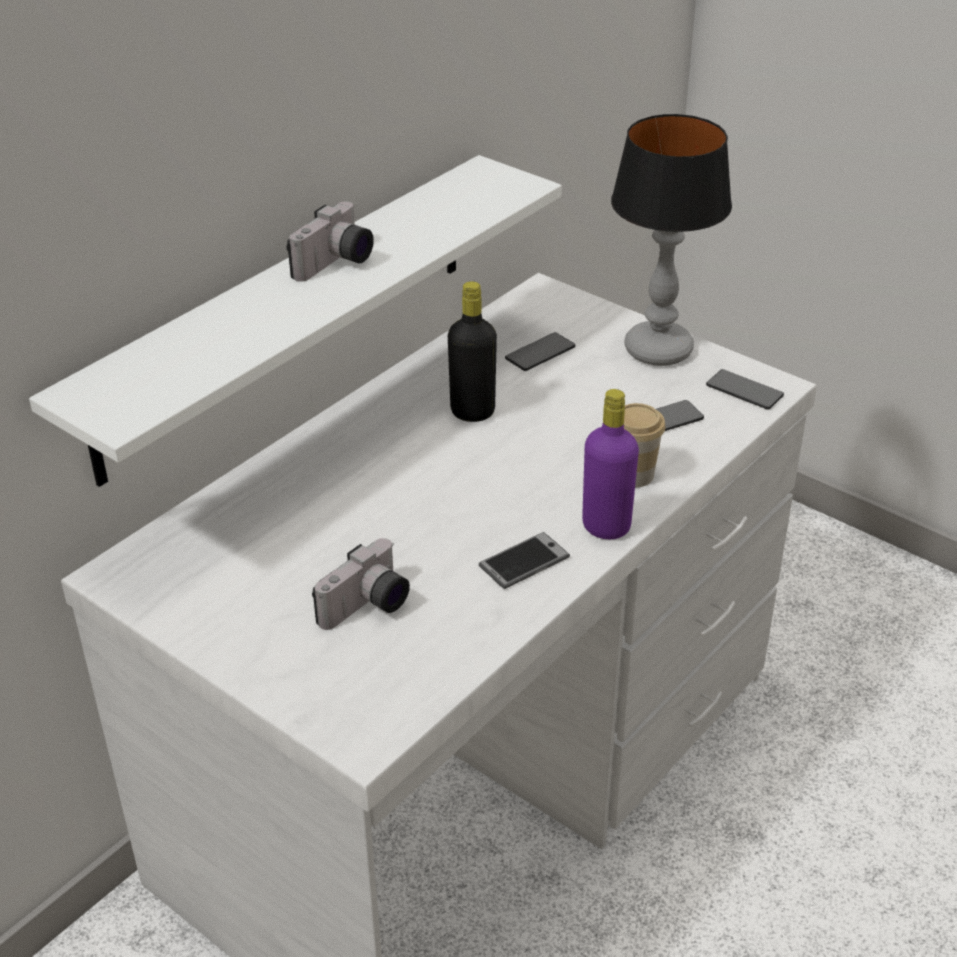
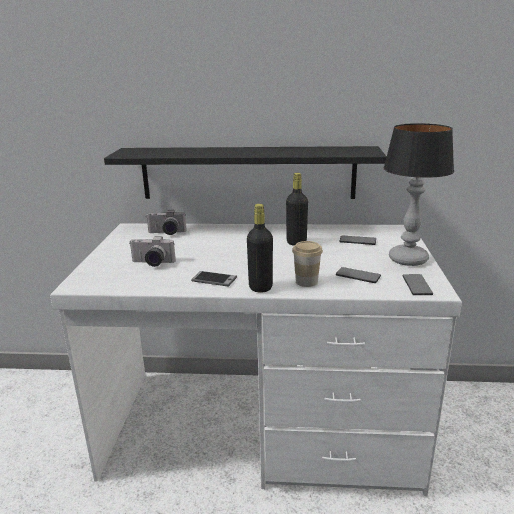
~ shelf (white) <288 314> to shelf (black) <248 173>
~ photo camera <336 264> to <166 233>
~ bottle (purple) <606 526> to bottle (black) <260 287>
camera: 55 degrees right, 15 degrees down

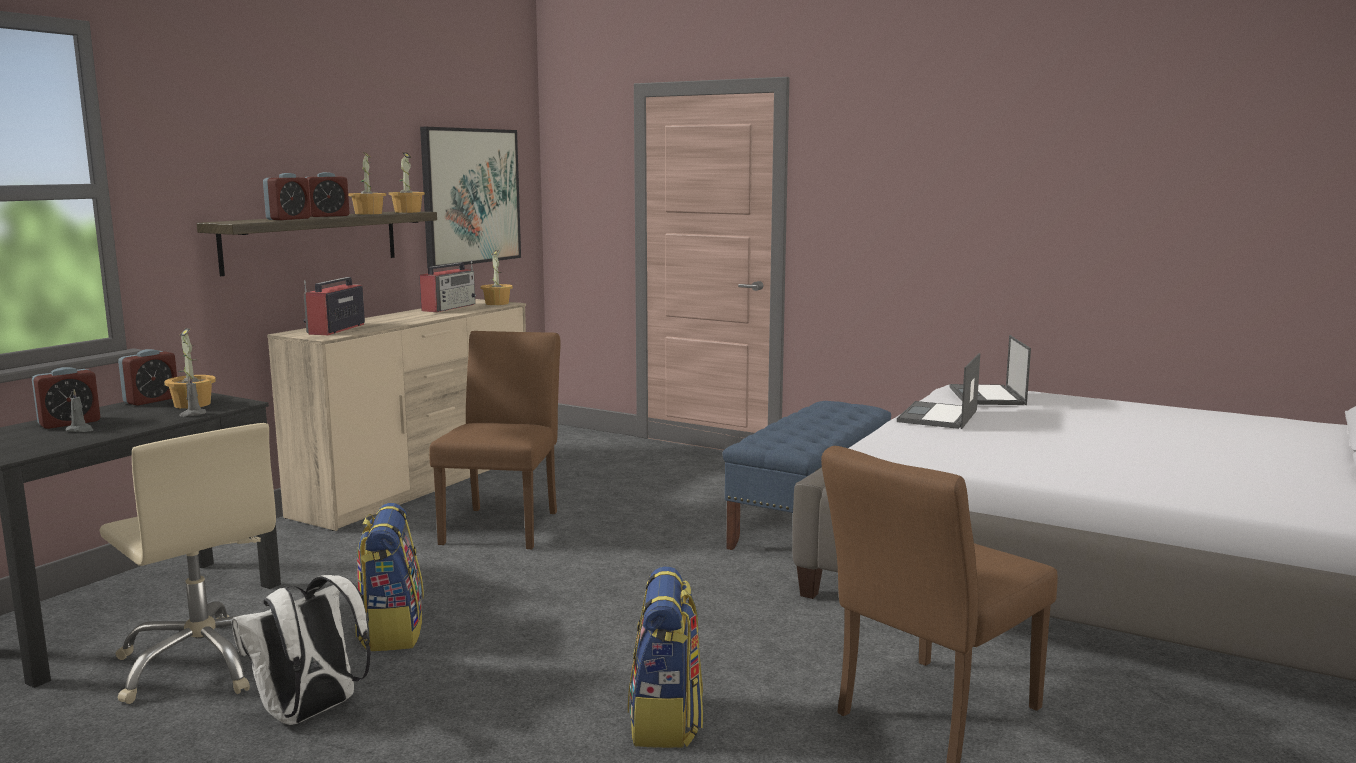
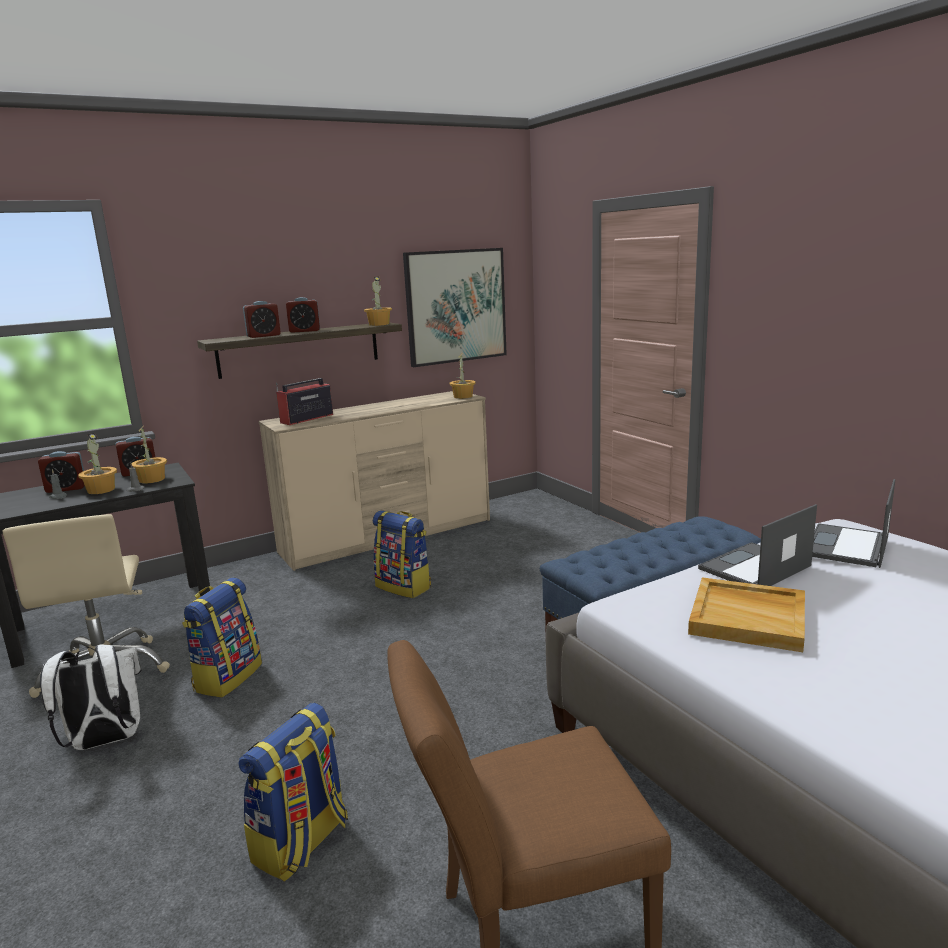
~ potted plant <368 213> to <101 490>
- radio <449 307>
~ chair (brown) <504 524> to backpack <404 587>
+ tray (beige) <749 617>
camera: 30 degrees right, 5 degrees up

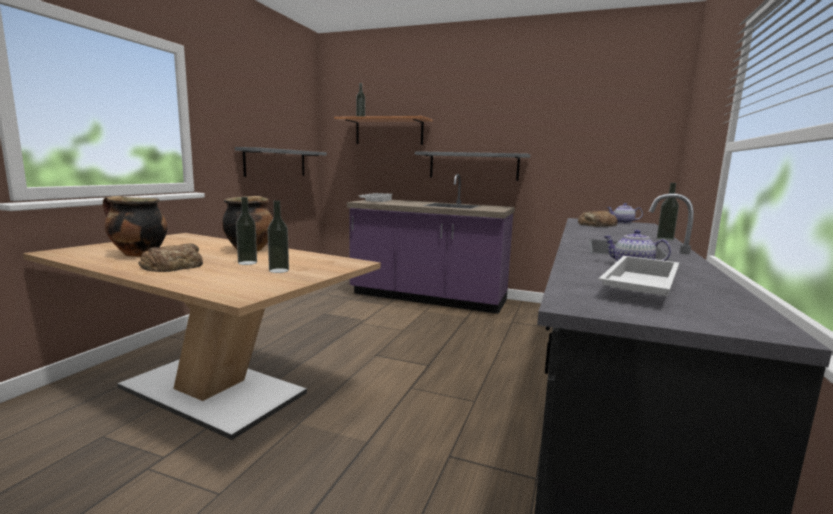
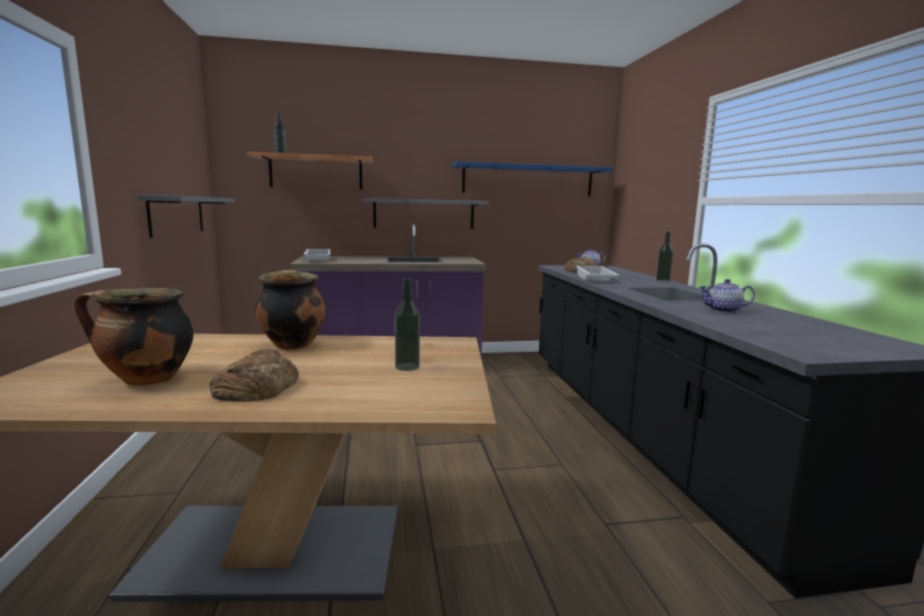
- bottle <247 263>
~ tray (white) <638 287> to <594 279>
+ shelf (blue) <528 180>
camera: 30 degrees left, 0 degrees up

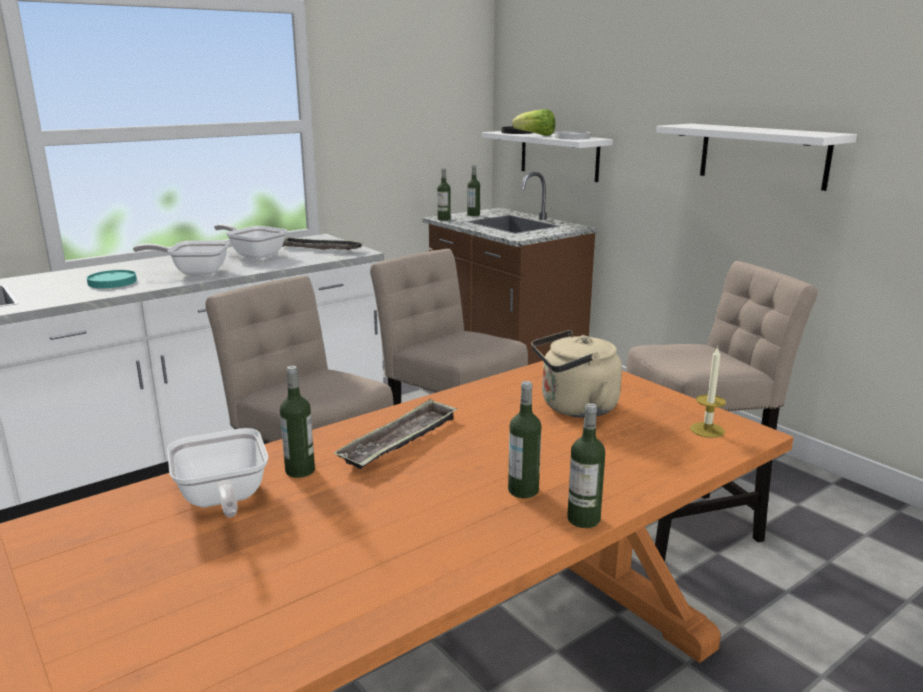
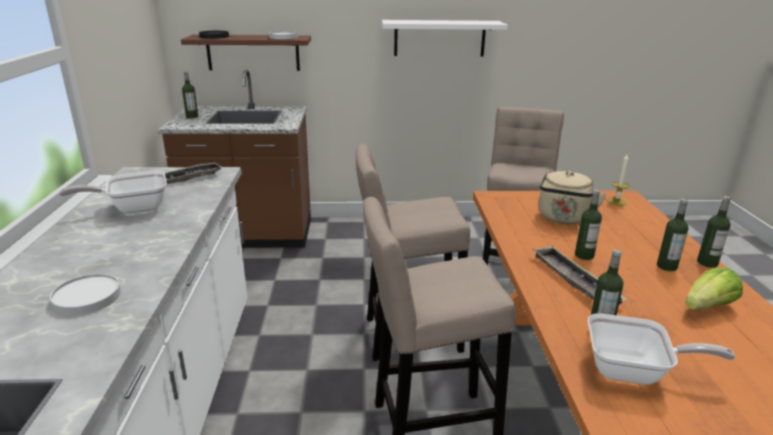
~ lettuce <535 135> to <708 307>
~ shelf (white) <559 155> to shelf (brown) <253 52>
~ bottle <444 219> to <584 255>
- frying pan <195 272>
~ plate (turquoise) <112 282> to plate (white) <88 297>
camera: 55 degrees left, 5 degrees up

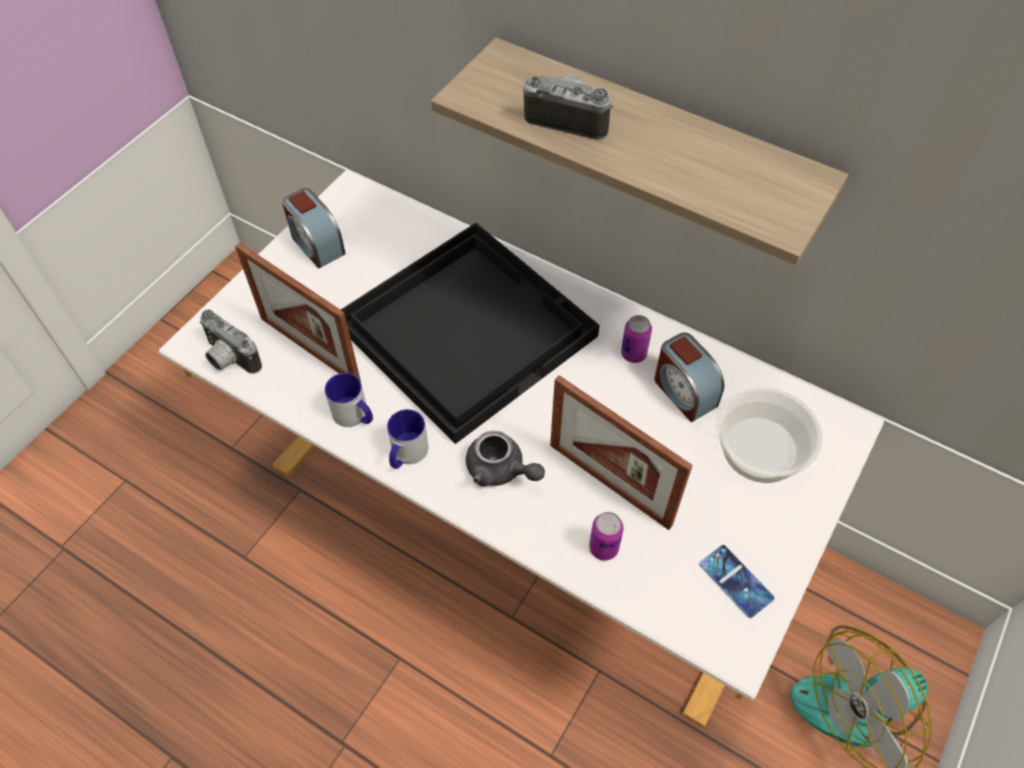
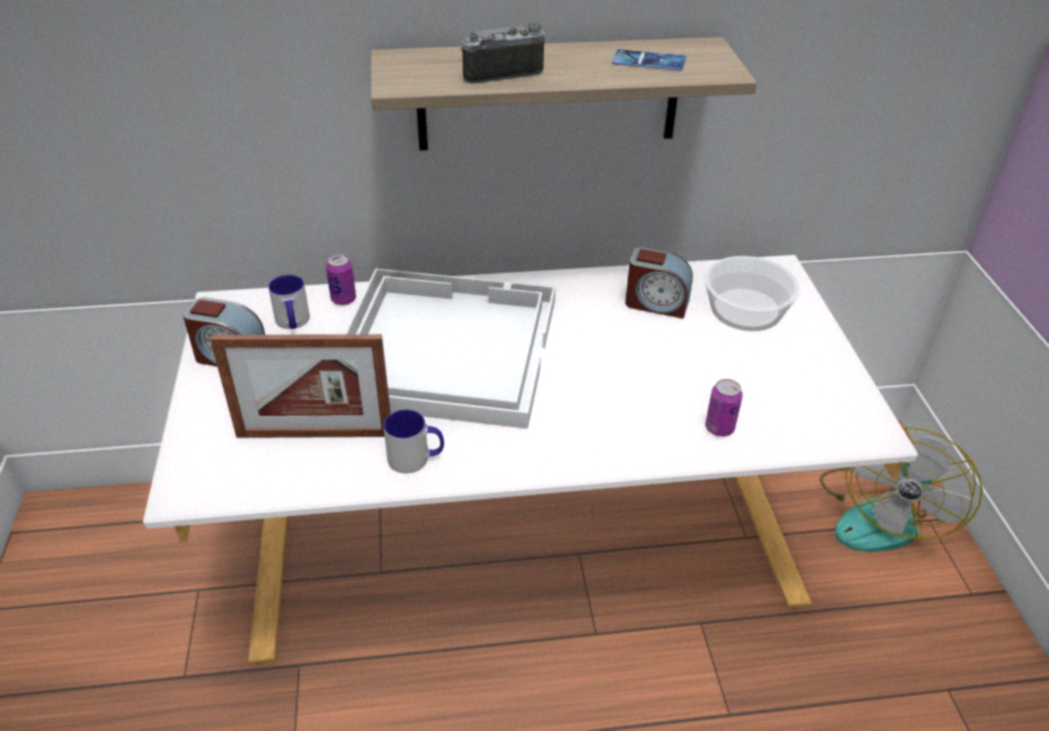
~ tray (black) <467 328> to tray (white) <444 347>
- photo camera <228 359>
~ can <633 354> to <343 299>
- picture frame <609 484>
~ mug <406 454> to <293 322>
- teapot (grey) <501 470>
~ phone <736 581> to <649 61>
camera: 40 degrees left, 15 degrees down

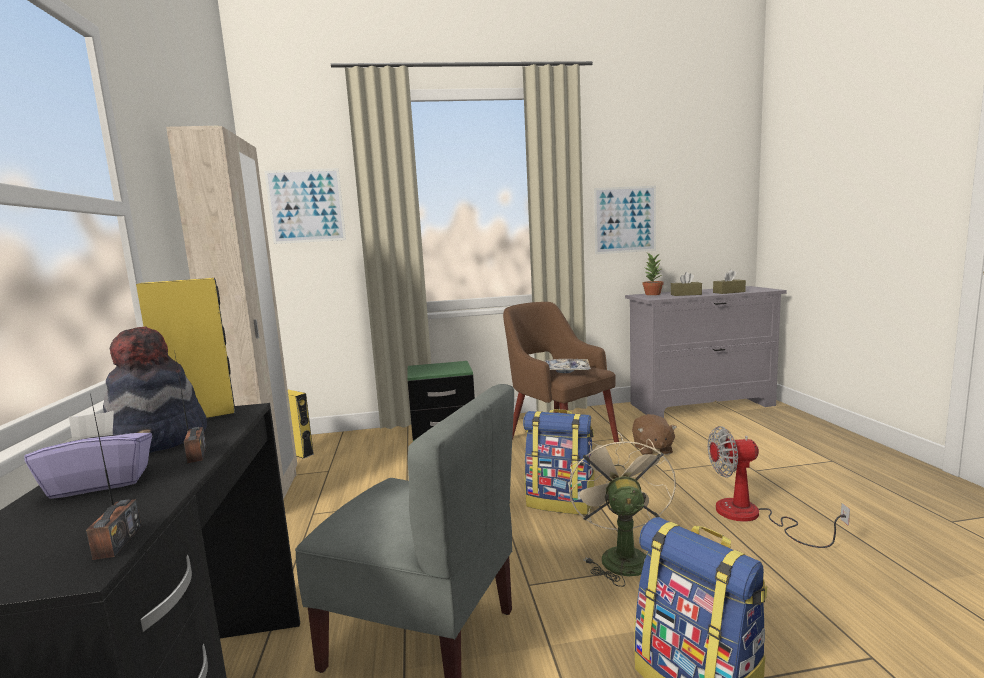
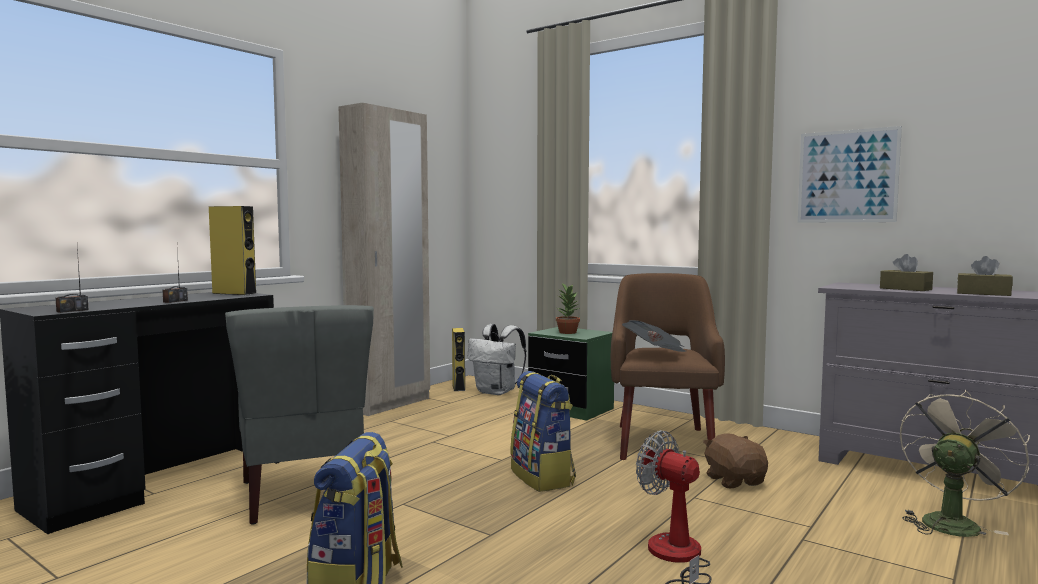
- picture <306 206>
~ potted plant <652 294> to <567 332>
- hat <160 441>
~ tray <566 370> to newspaper <656 354>
- tissue box (purple) <101 483>
~ plush toy (brown) <652 449> = <735 480> 120 degrees clockwise
~ fan (beige) <620 555> to <951 522>
+ backpack (white) <497 392>
camera: 45 degrees right, 5 degrees down

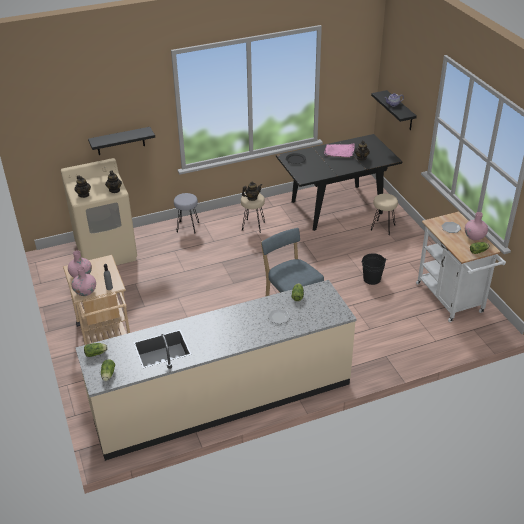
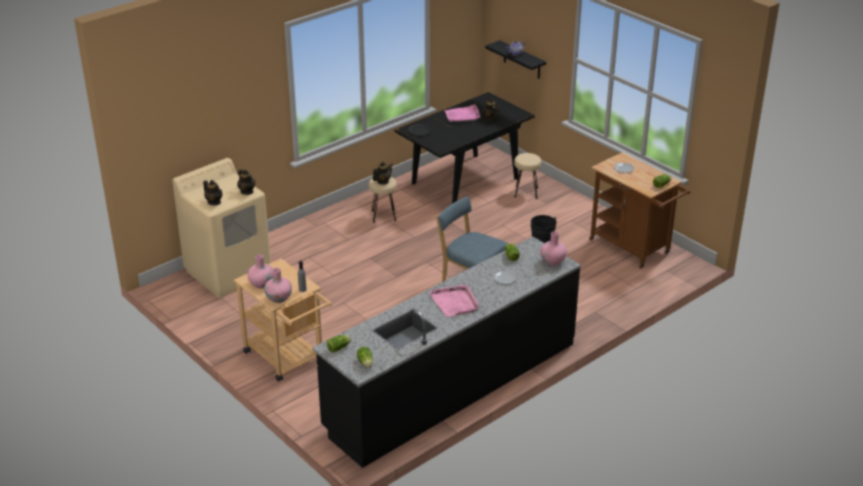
- shelf (black) <120 141>
- stool (grey) <188 227>
~ cart (white) <452 300> to cart (brown) <633 248>
~ vase (pink) <474 236> to <552 261>
~ counter (beige) <222 399> to counter (black) <452 385>
+ tray (pink) <455 302>
camera: 20 degrees left, 5 degrees down

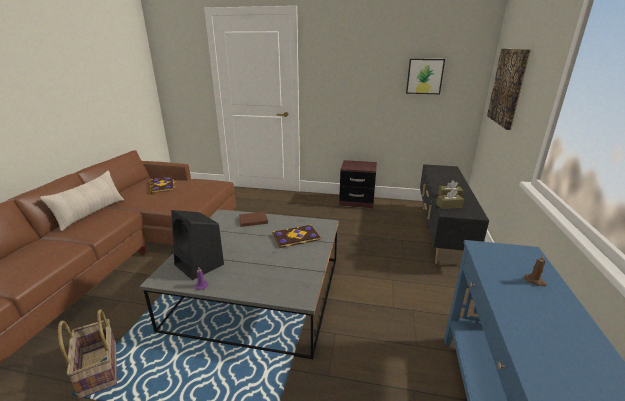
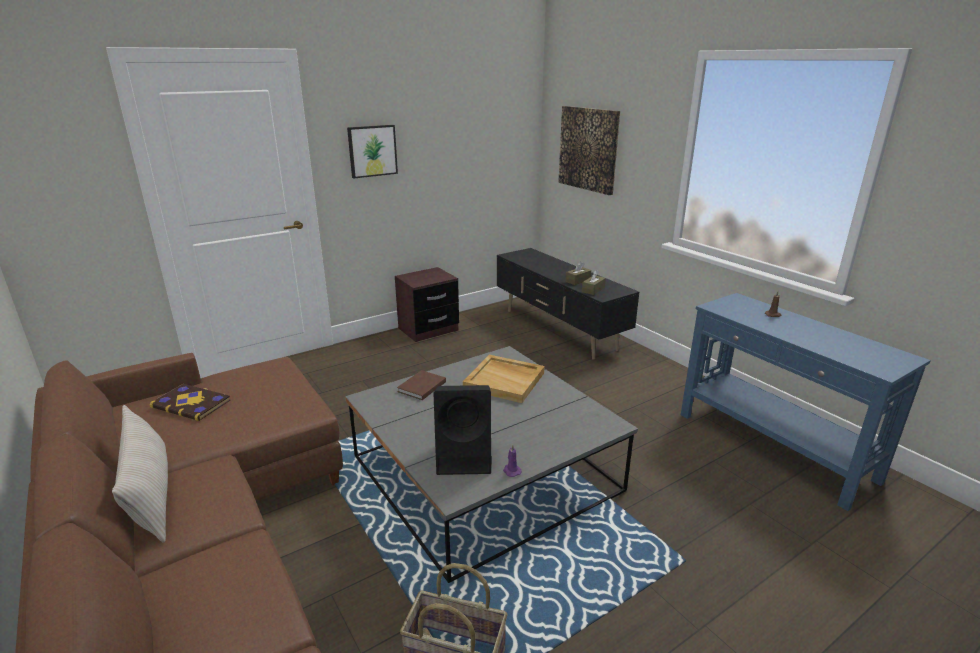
~ picture <424 76> to <372 151>
~ book <296 237> to tray (beige) <505 381>
camera: 45 degrees left, 0 degrees up

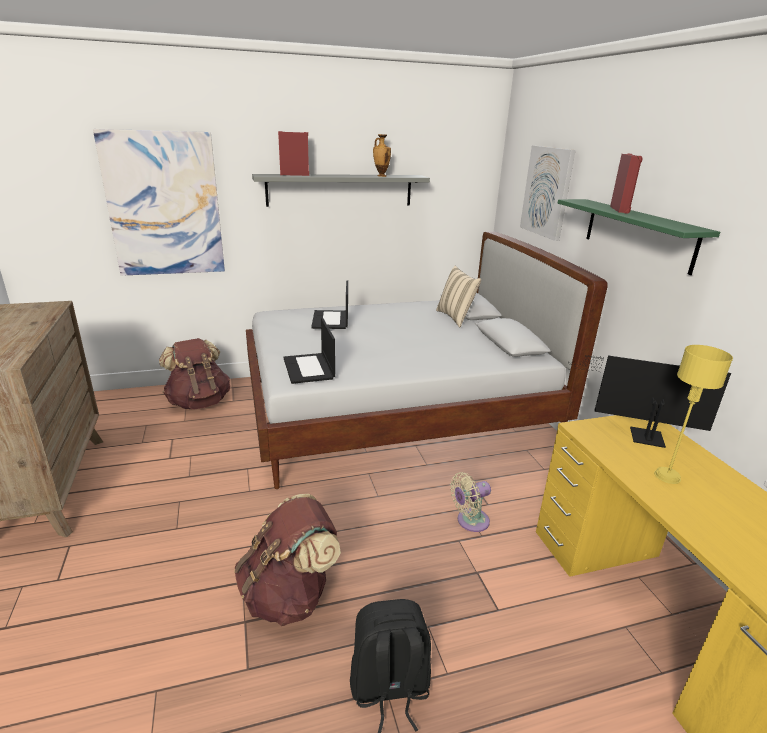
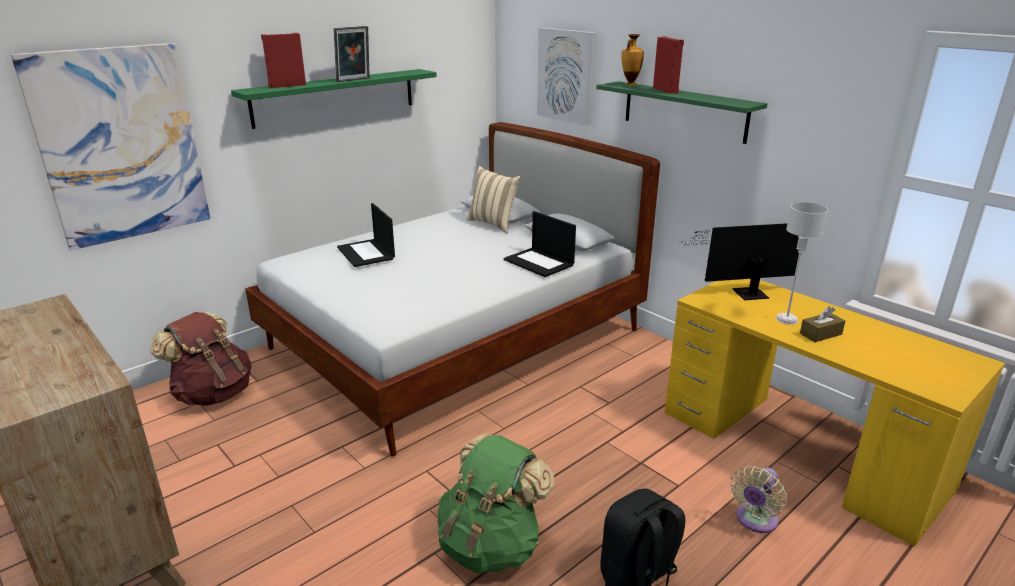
~ vase <381 176> to <630 84>
~ shelf (grey) <340 190> to shelf (green) <335 97>
~ laptop <309 368> to <540 262>
~ table lamp (yellow) <667 476> to table lamp (grey) <787 319>
~ fan (beige) <470 521> to <755 521>
~ backpack (brown) <289 595> to backpack (green) <491 545>
+ picture frame <354 80>
+ tissue box (brown) <820 334>
camera: 25 degrees left, 0 degrees up

